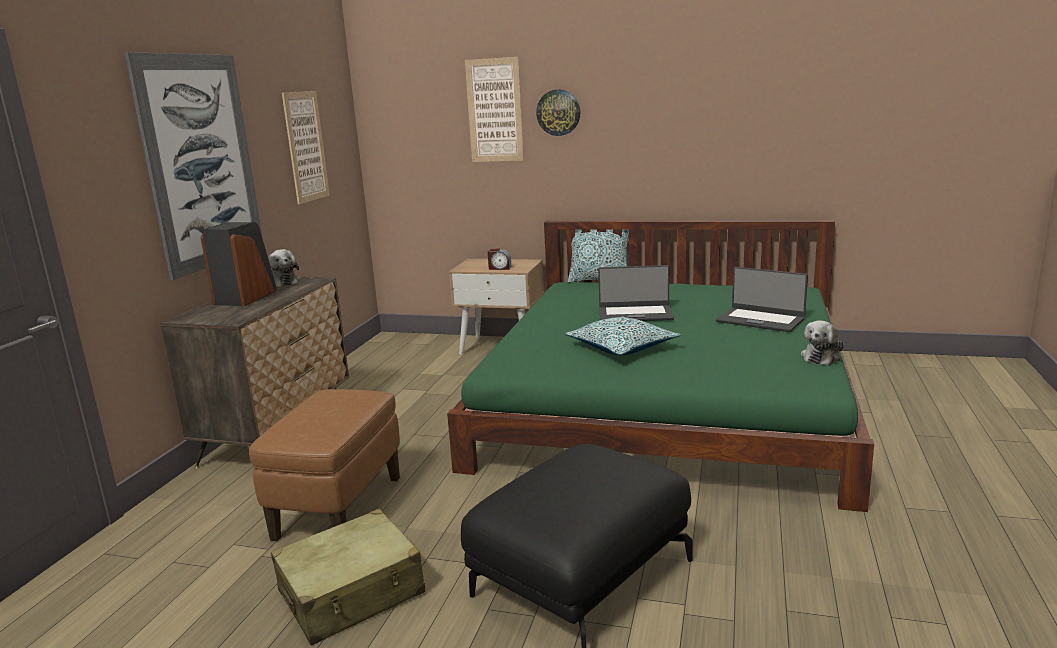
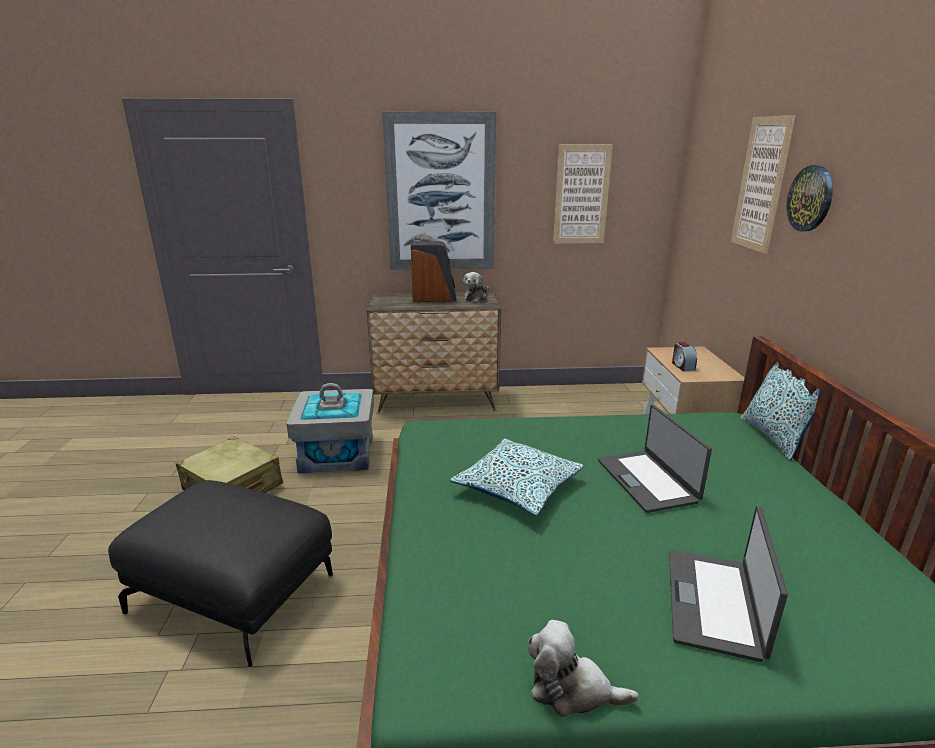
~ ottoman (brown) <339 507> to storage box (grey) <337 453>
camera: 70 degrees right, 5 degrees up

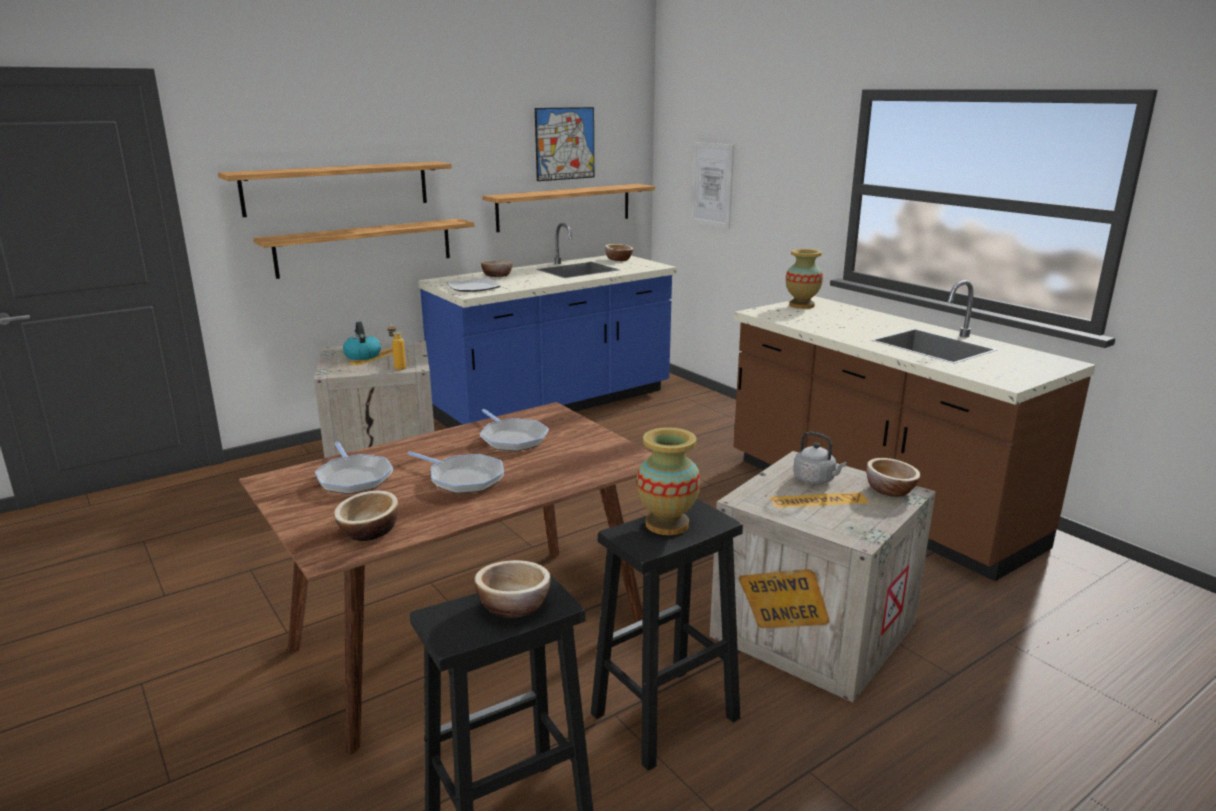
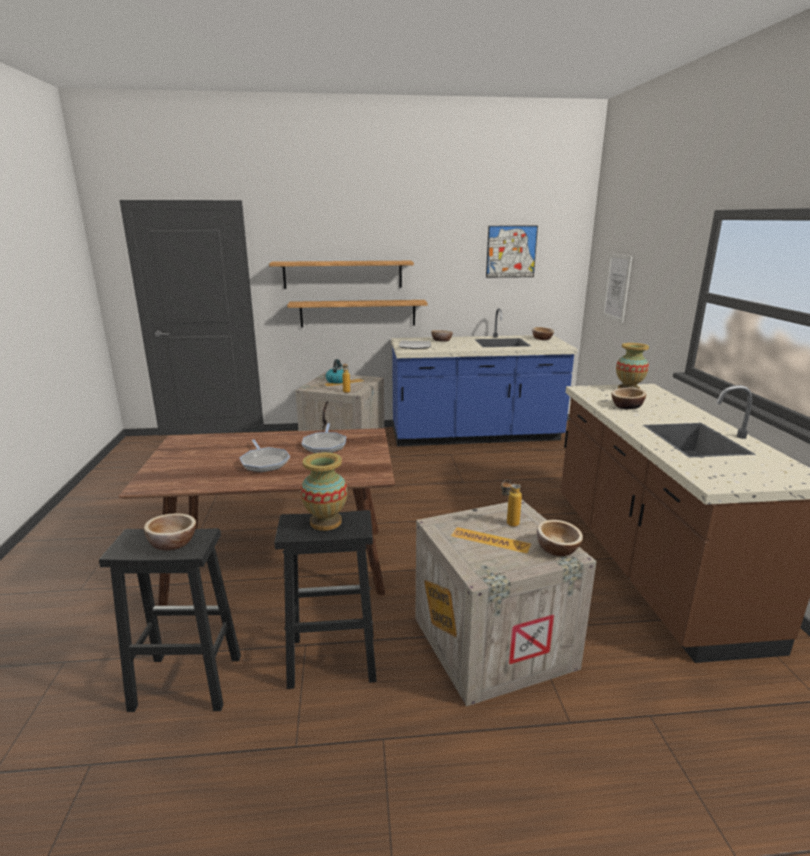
- shelf <564 207>
~ kettle (grey) <816 480> to bottle <508 525>
- frying pan <354 478>
~ bowl <369 531> to <627 406>
camera: 30 degrees right, 0 degrees up

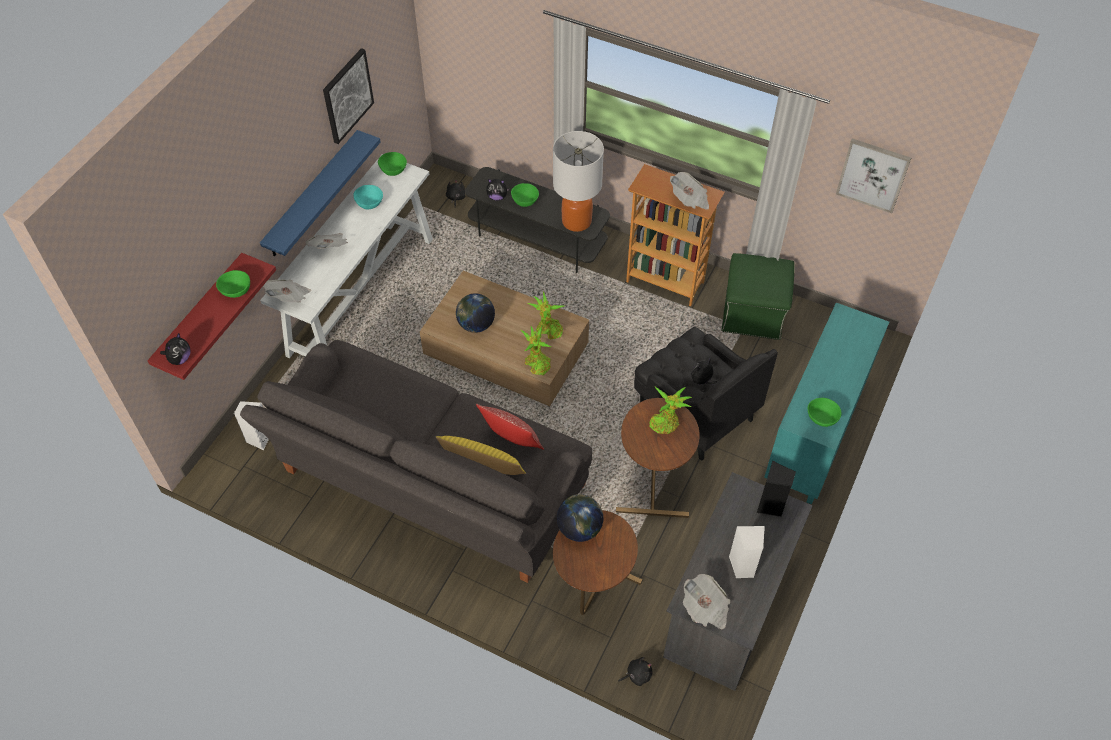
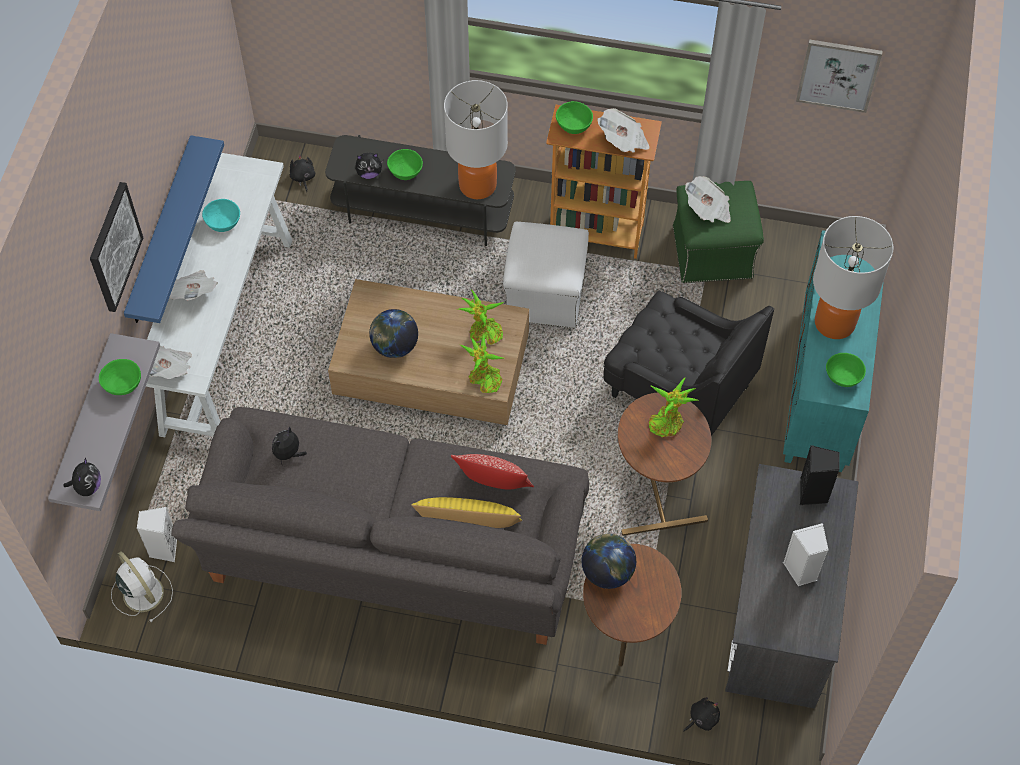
~ picture <347 95> to <114 247>
~ bowl (green) <393 170> to <573 125>
~ shelf (red) <200 315> to shelf (grey) <84 424>
~ plush toy <702 381> to <288 454>
~ newspaper <705 608> to <708 209>
+ table lamp <834 322>
+ ottoman (white) <545 295>
+ fan (white) <142 592>
camera: 15 degrees left, 5 degrees up

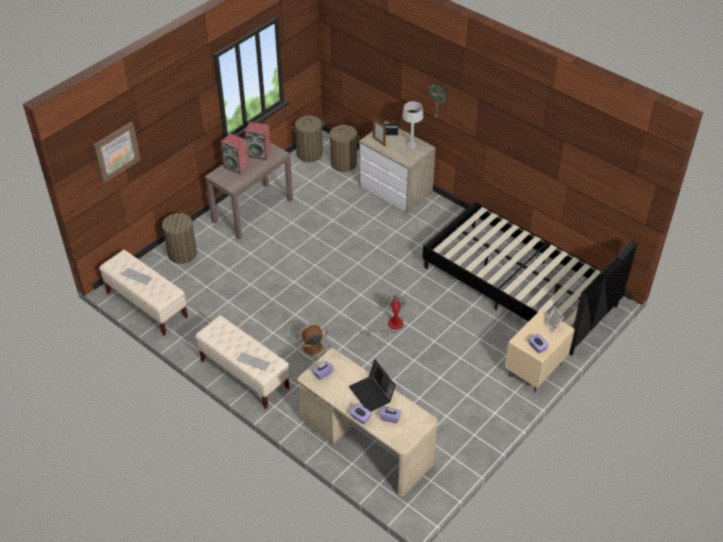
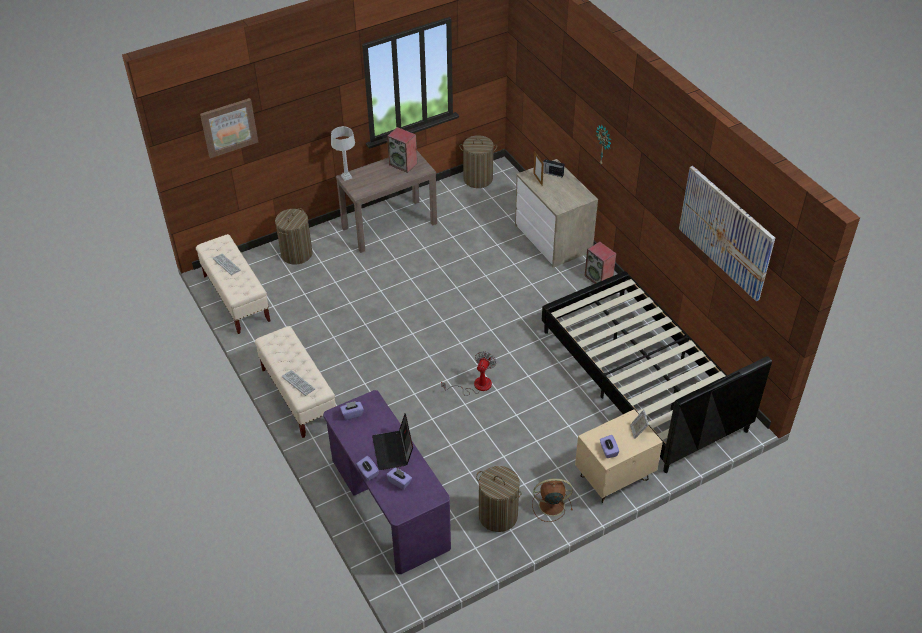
~ table lamp (grey) <411 145> to <346 177>
~ laundry basket <343 163> to <498 516>
~ speaker <237 166> to <599 278>
~ fan (brown) <312 348> to <550 505>
~ desk (beige) <365 443> to desk (purple) <388 504>
+ picture <725 232>
camera: 20 degrees right, 0 degrees up

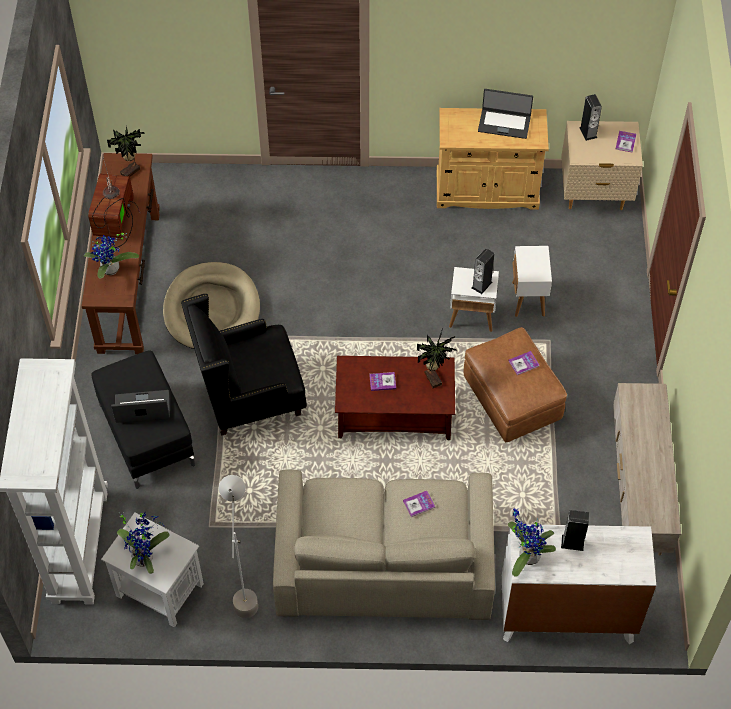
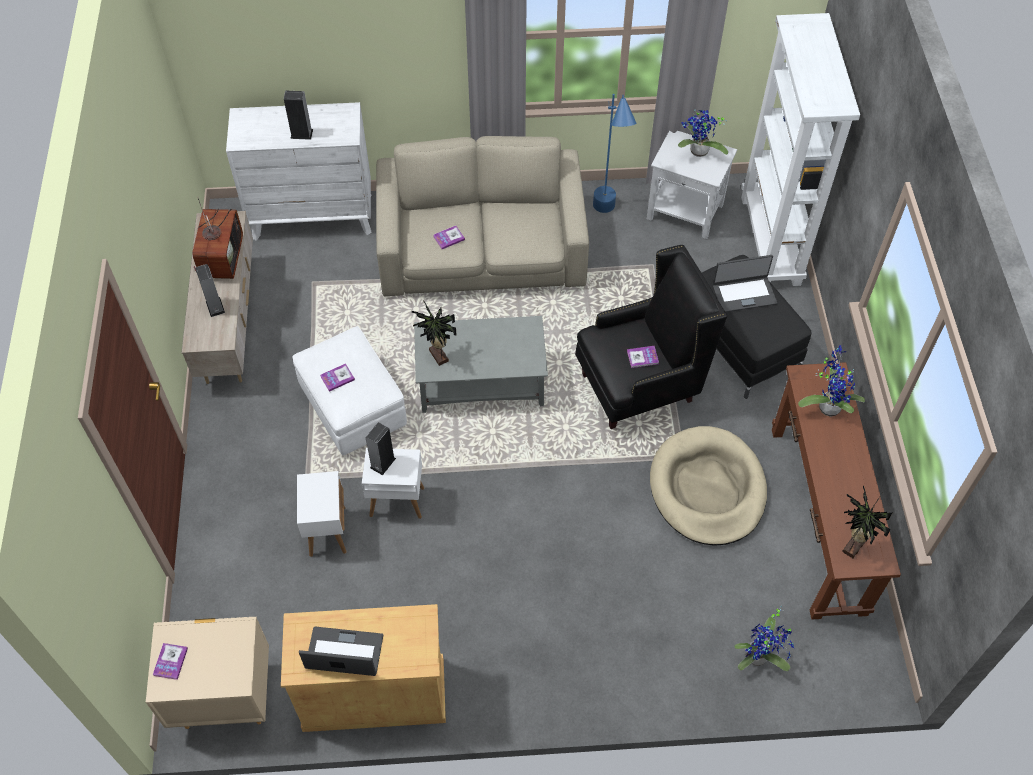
~ speaker <588 132> to <215 307>
~ television <116 221> to <220 257>
~ ottoman (brown) <511 400> to ottoman (white) <353 407>
~ coffee table (brown) <393 414> to coffee table (grey) <482 382>
~ book <382 382> to <642 357>
~ floor lamp (grey) <244 587> to floor lamp (blue) <608 218>
~ potted plant <526 555> to <759 657>
camera: 175 degrees right, 0 degrees up

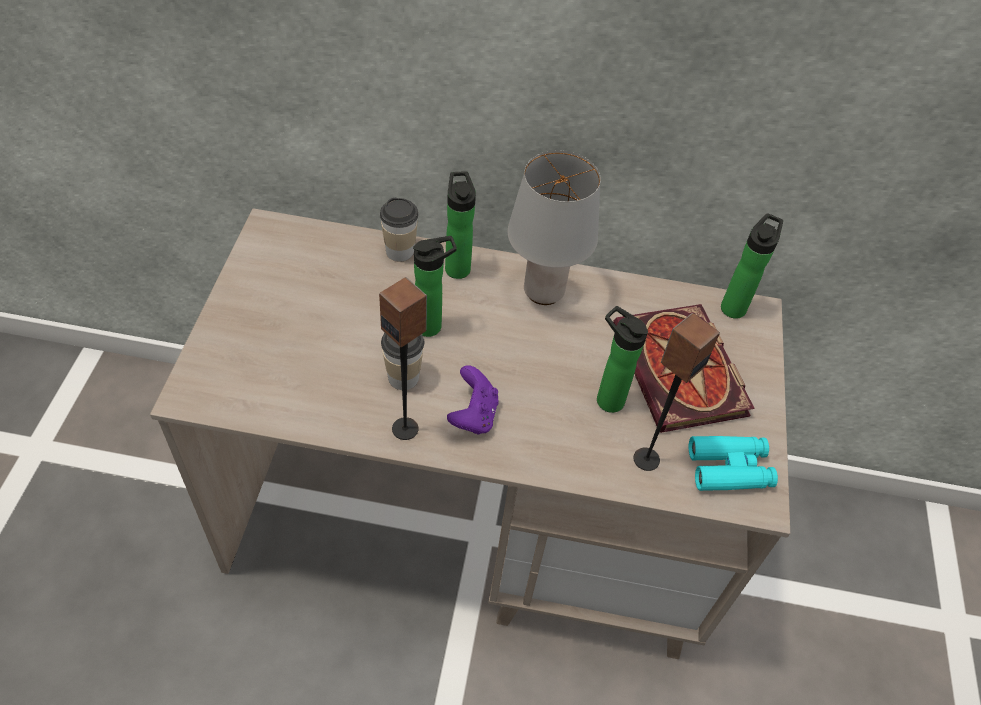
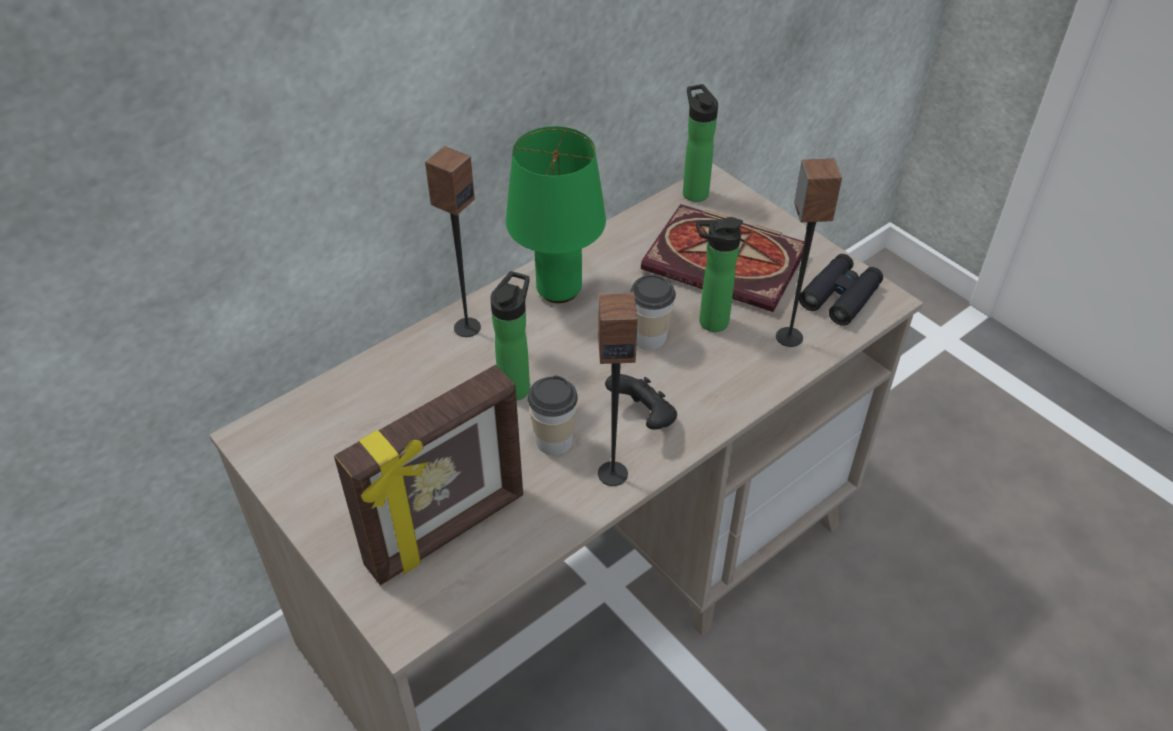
~ table lamp (grey) <542 292> to table lamp (green) <558 291>
~ bottle <457 266> to speaker <466 327>
~ cup <400 251> to <650 337>
~ game controller (purple) <473 415> to game controller (black) <644 417>
~ binoculars (turquoise) <729 468> to binoculars (black) <840 296>
+ picture frame <447 532>
camera: 45 degrees left, 5 degrees down

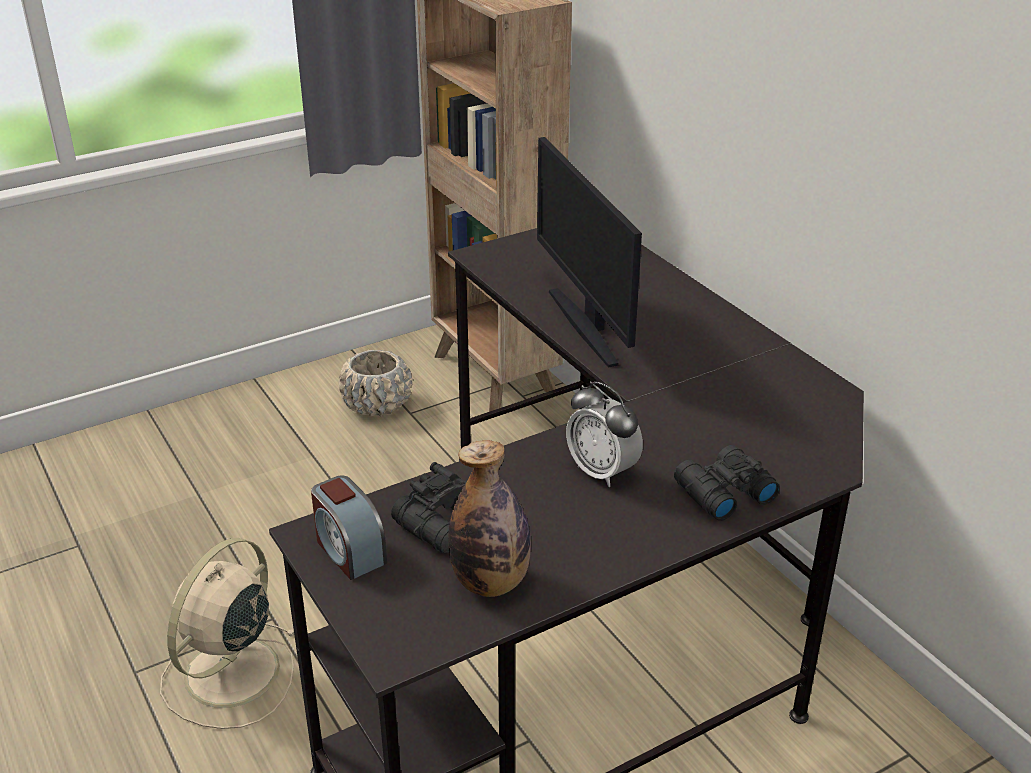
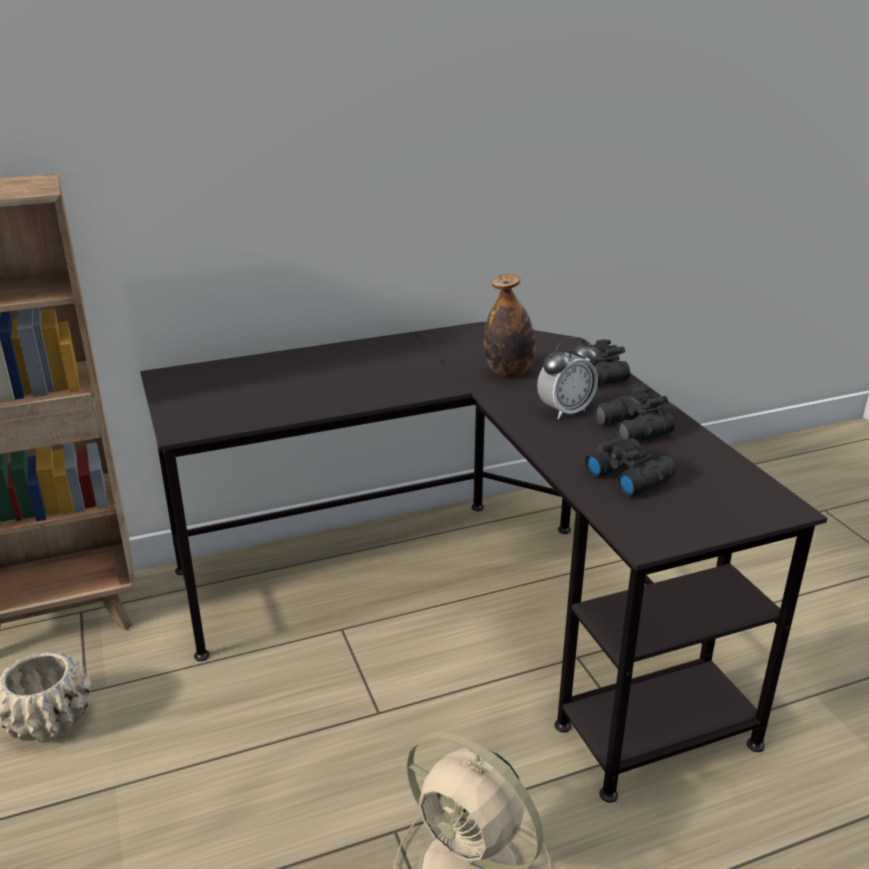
- monitor <586 326>
~ bottle <490 582> to <509 372>
- alarm clock <349 551>
+ binoculars (black) <631 429>
camera: 80 degrees left, 5 degrees down

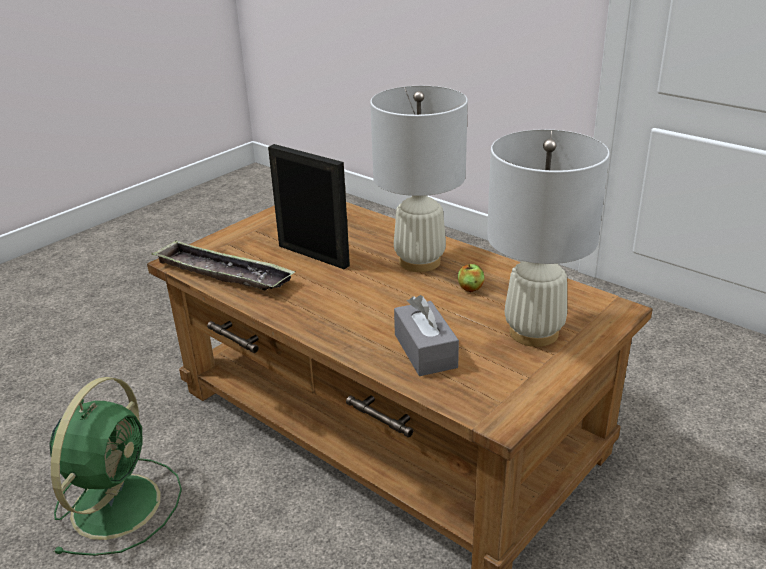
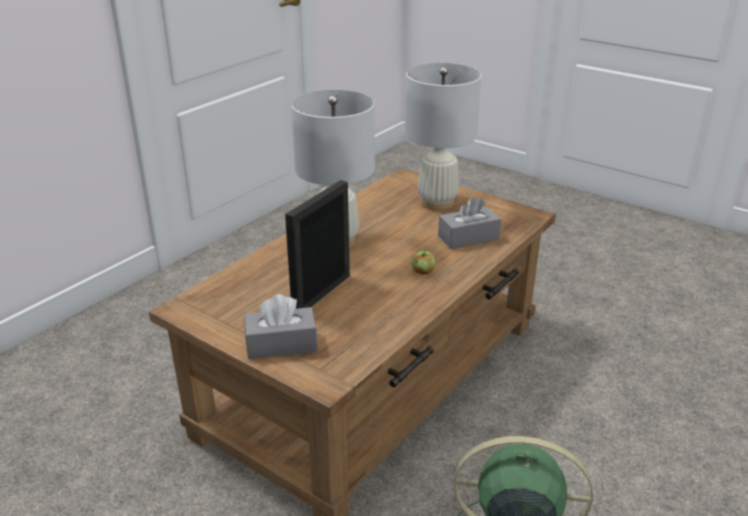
- tray <223 274>
~ apple <470 288> to <422 271>
+ tissue box (grey) <281 344>
camera: 95 degrees left, 0 degrees up

